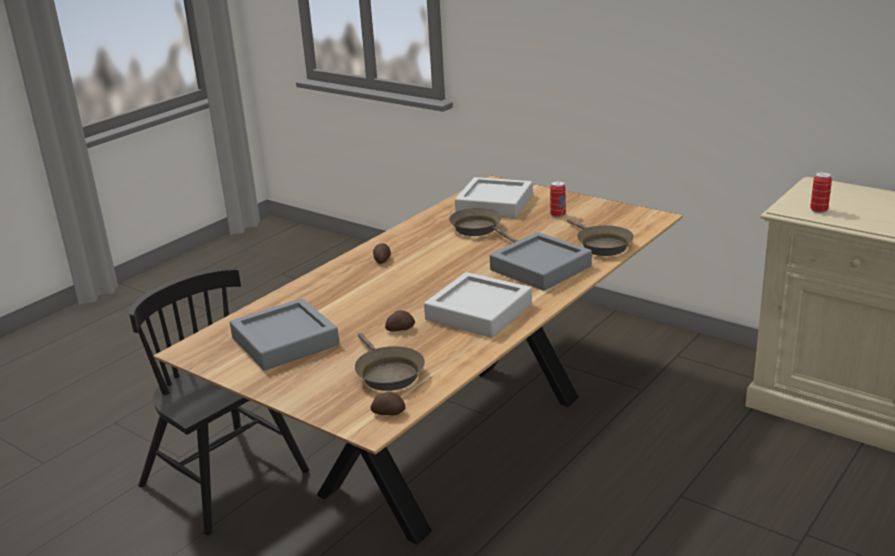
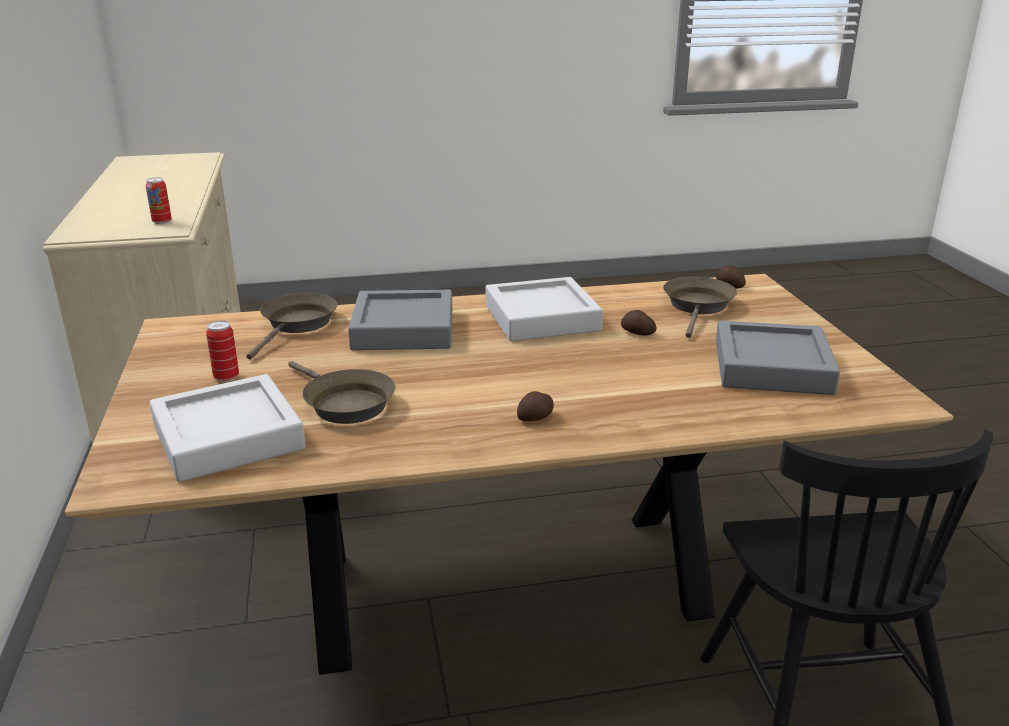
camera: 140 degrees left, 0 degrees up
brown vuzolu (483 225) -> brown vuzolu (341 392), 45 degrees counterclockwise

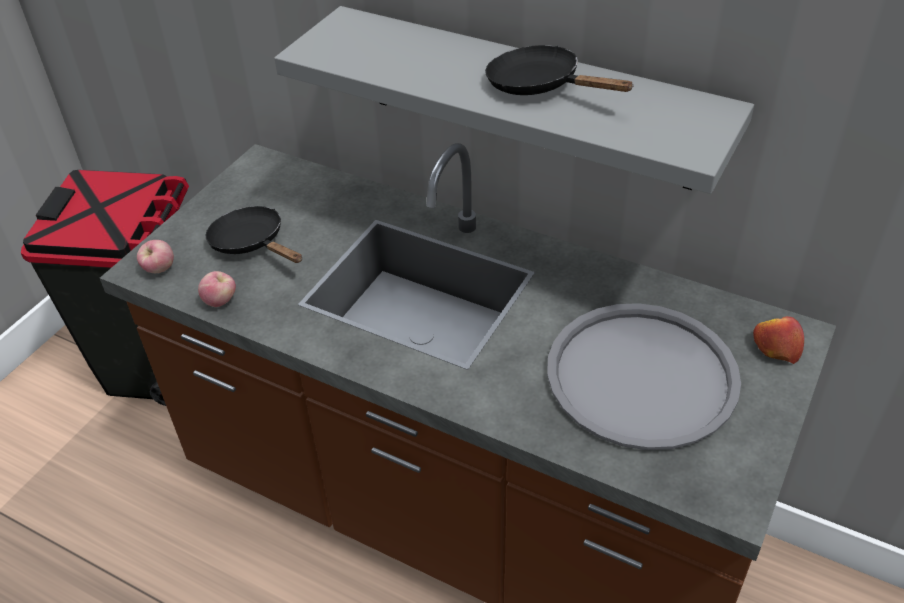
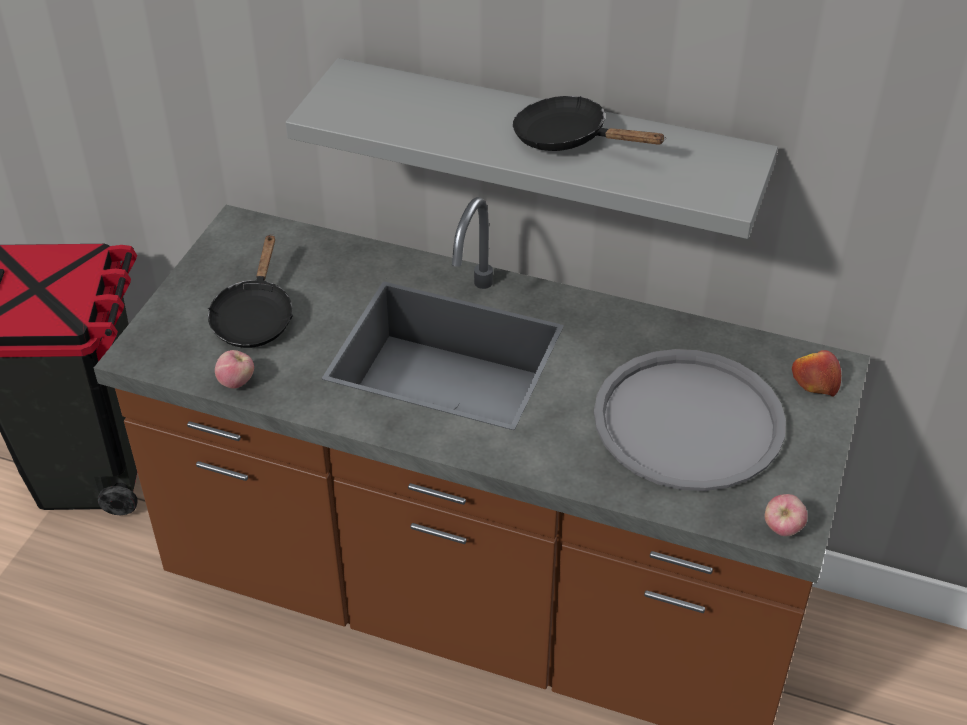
camera: 10 degrees left, 0 degrees up
black vuzolu (253 234) -> black vuzolu (250 291), 120 degrees counterclockwise
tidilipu (155 256) -> tidilipu (786 515), relocated

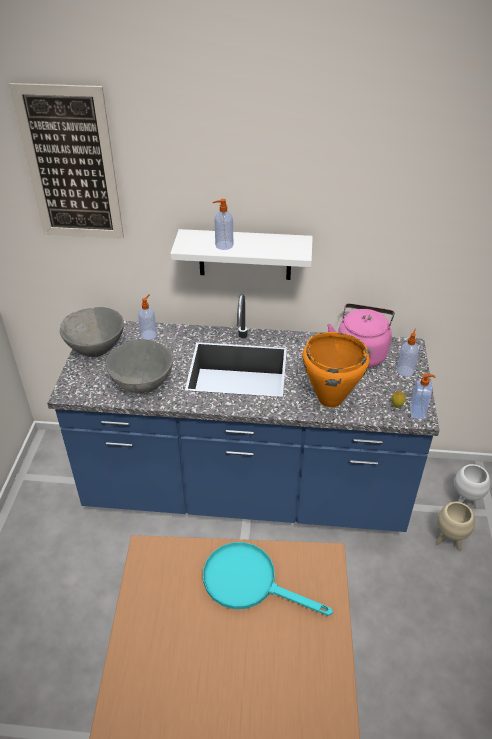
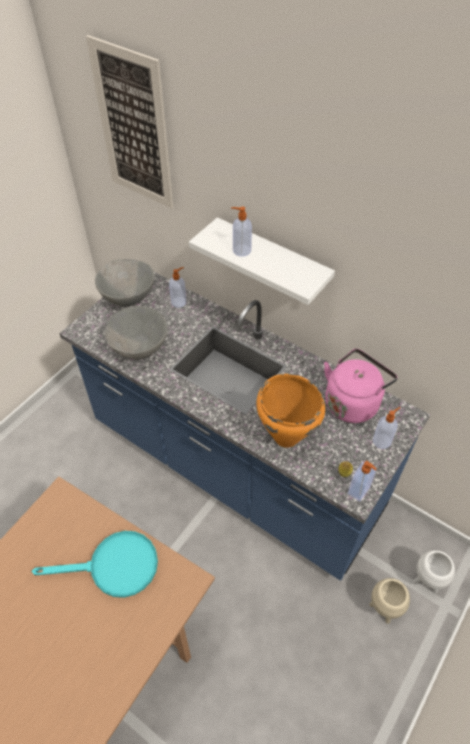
camera: 30 degrees right, 10 degrees up
turquoise vuzolu (268 579) -> turquoise vuzolu (95 564), 120 degrees clockwise

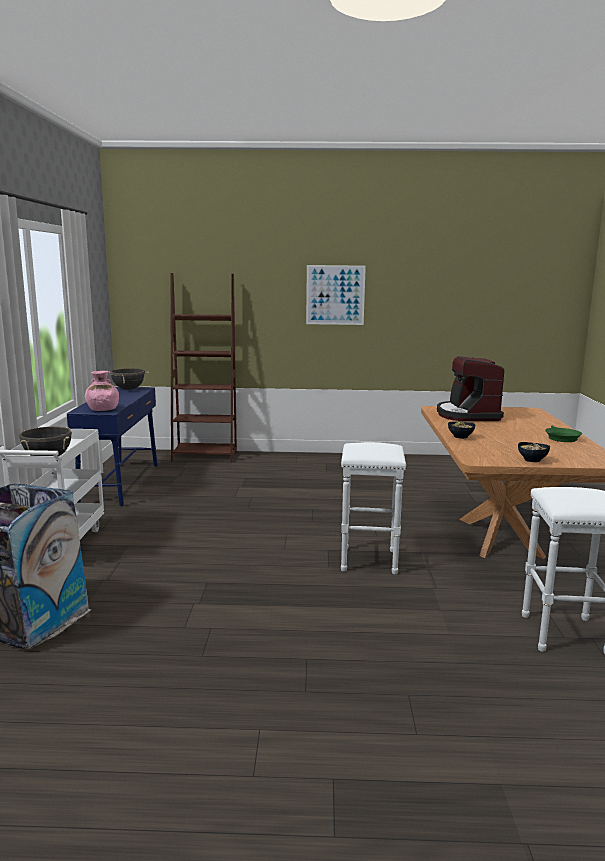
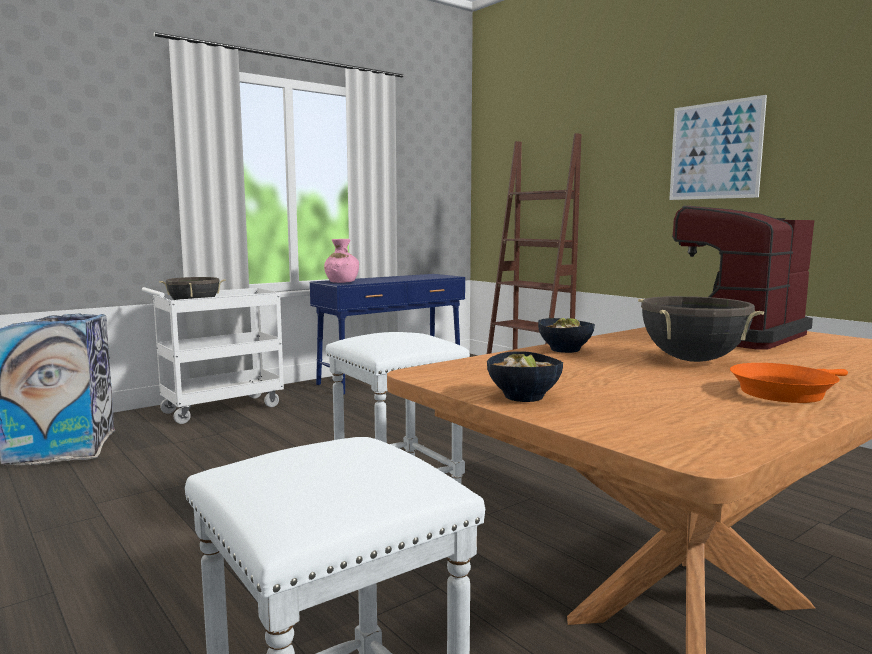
camera: 50 degrees right, 5 degrees down
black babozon (129 379) -> black babozon (701 329), relocated
green vuzolu (563 433) -> orange vuzolu (789 383)

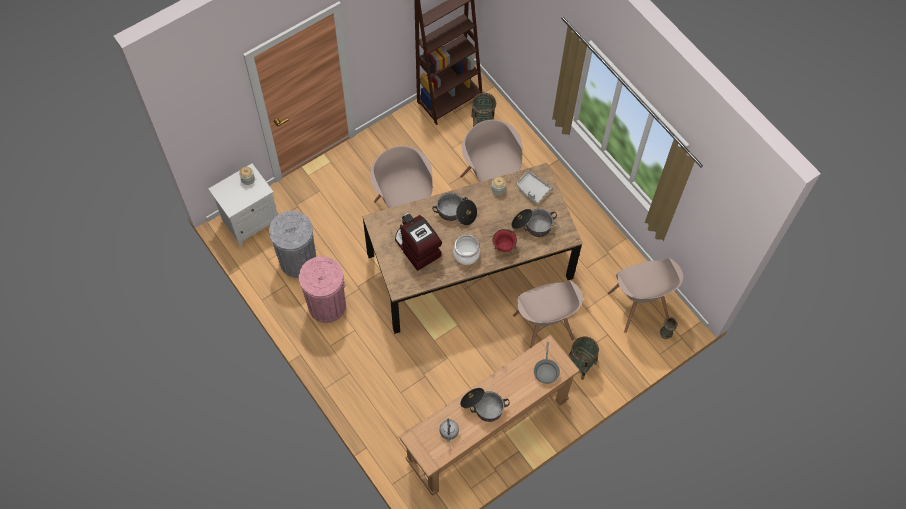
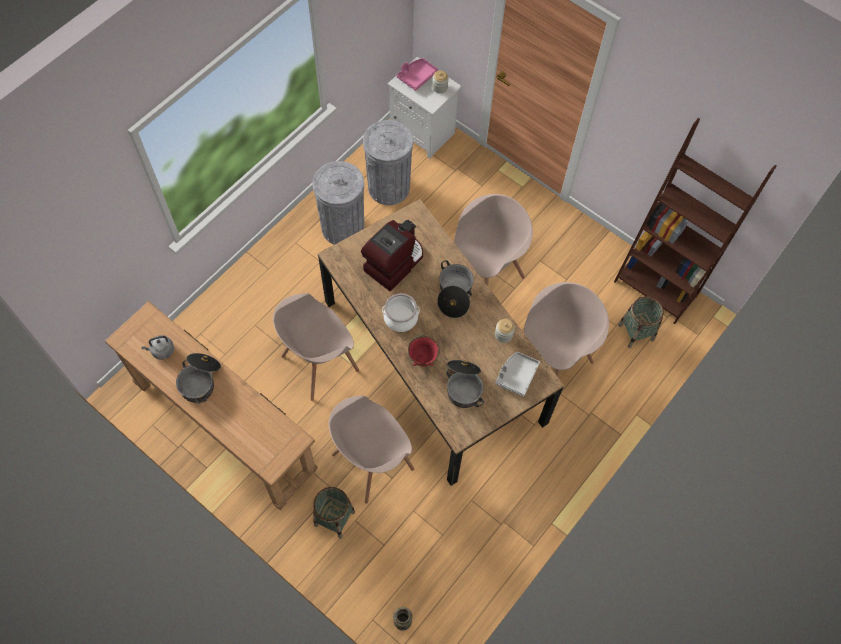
camera: 75 degrees right, 0 degrees up
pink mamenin (322 289) -> grey mamenin (338 203)
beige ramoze (645 295) -> beige ramoze (316 347), relocated
grey vuzolu (547 363) -> none
none -> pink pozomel (417 74)

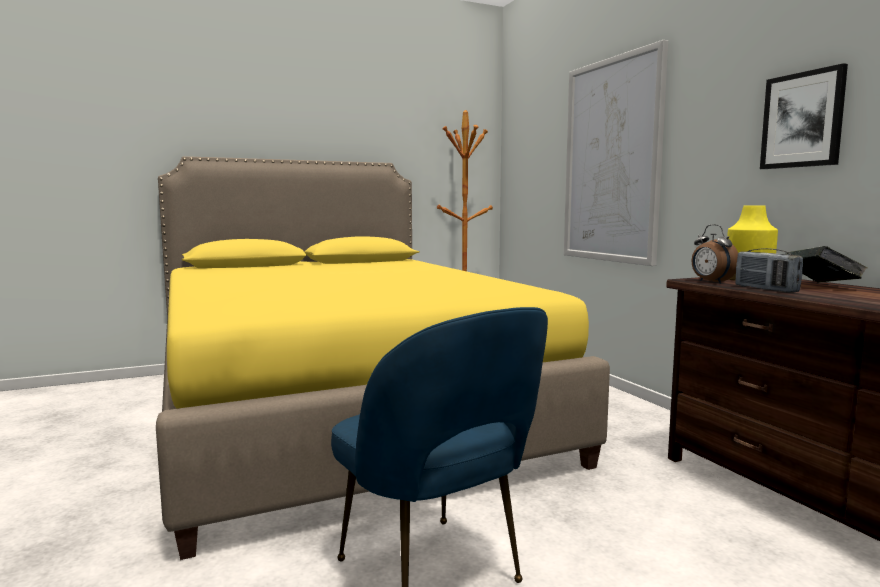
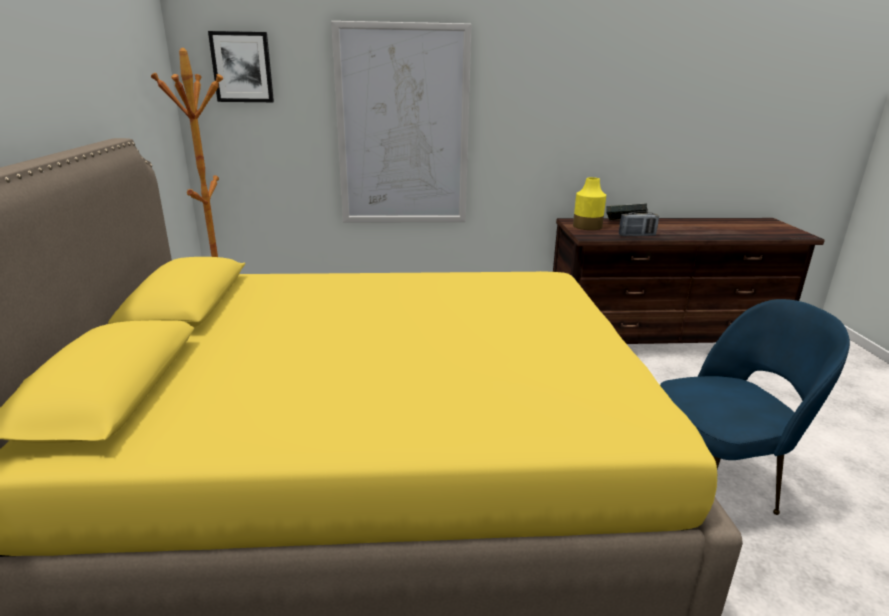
camera: 70 degrees left, 15 degrees up
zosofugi (804 116) -> zosofugi (241 66), relocated
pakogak (715 254) -> none

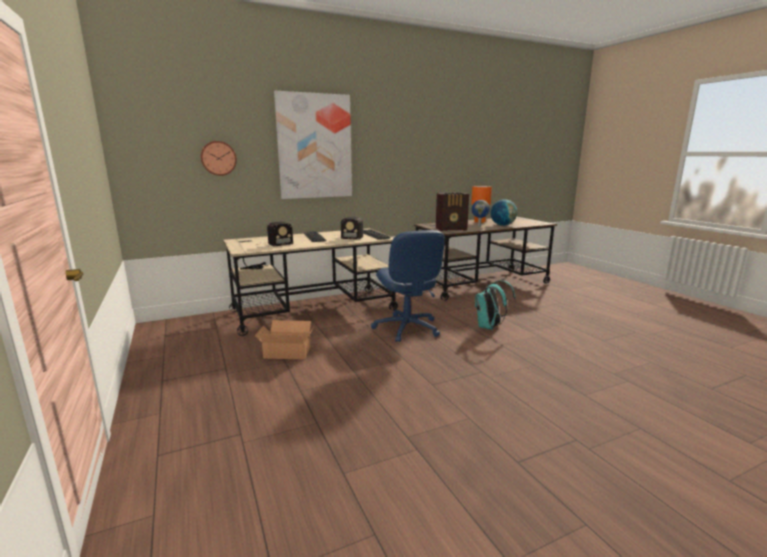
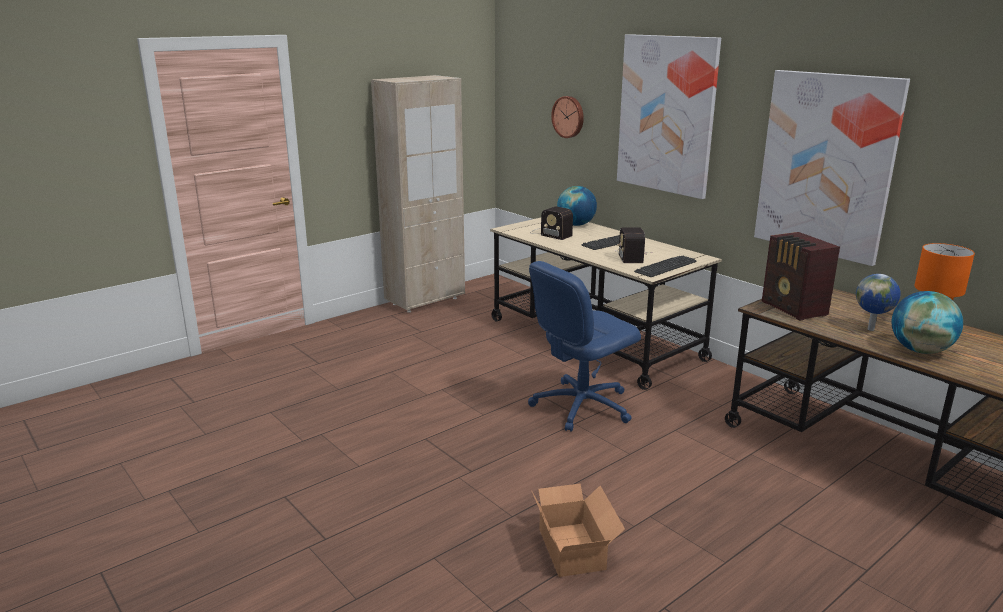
camera: 75 degrees right, 5 degrees up
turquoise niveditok (495 305) -> none
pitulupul (284 339) -> pitulupul (578 530), relocated
none -> zosofugi (832 168)
none -> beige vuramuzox (418 194)
none -> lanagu (577 206)

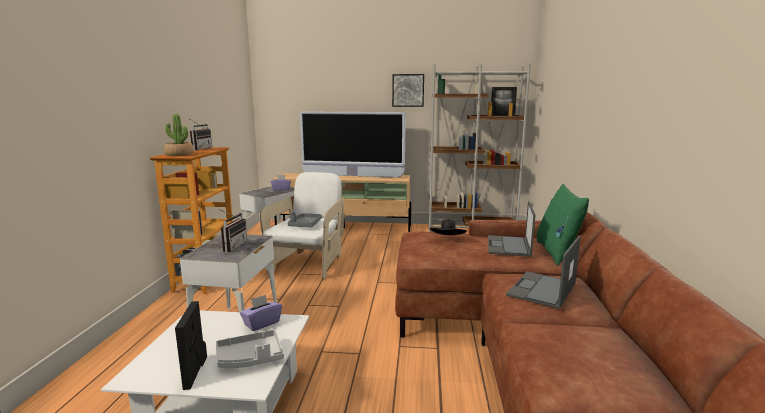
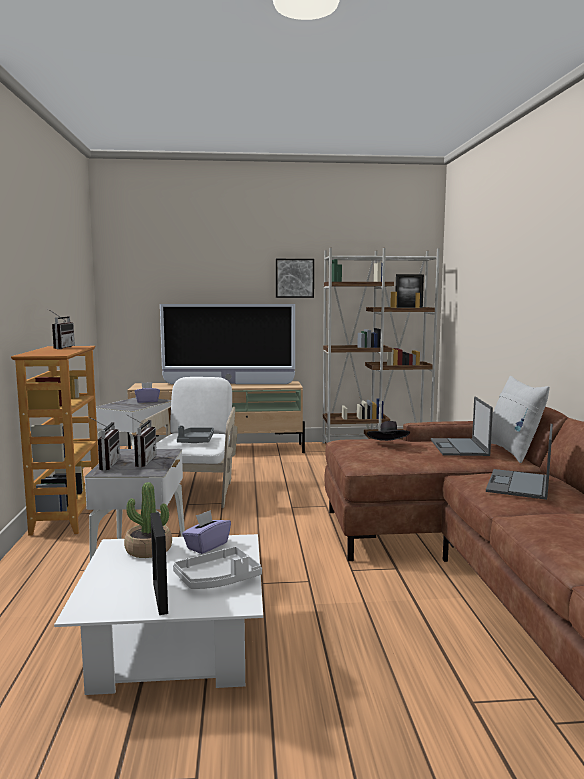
camera: 10 degrees left, 5 degrees down
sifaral (179 135) -> sifaral (148 520), relocated
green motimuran (563 225) -> grey motimuran (520 419)
none -> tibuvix (104 444)

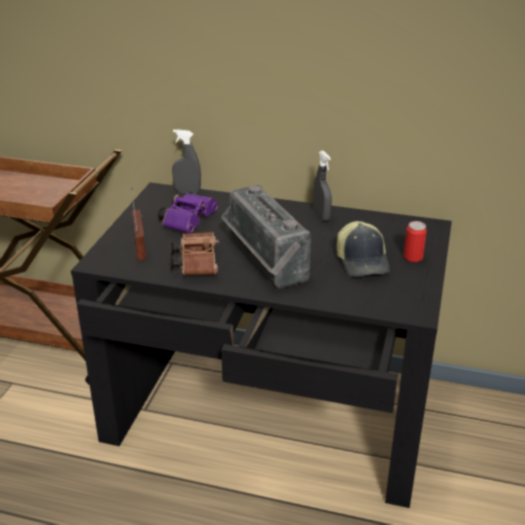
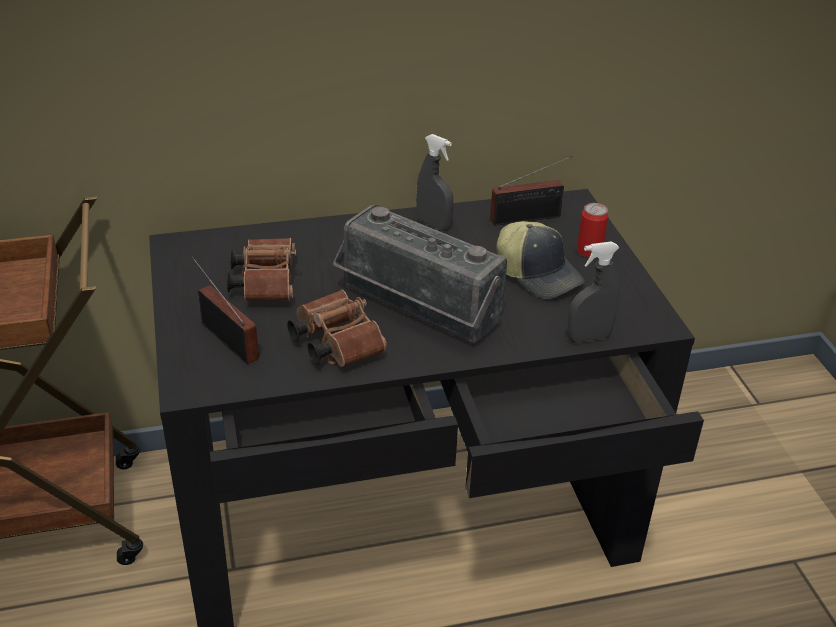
camera: 30 degrees left, 5 degrees up
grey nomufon (186 161) -> grey nomufon (593 292), relocated
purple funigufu (188 213) -> brown funigufu (261 269)
none -> tibuvix (531 191)

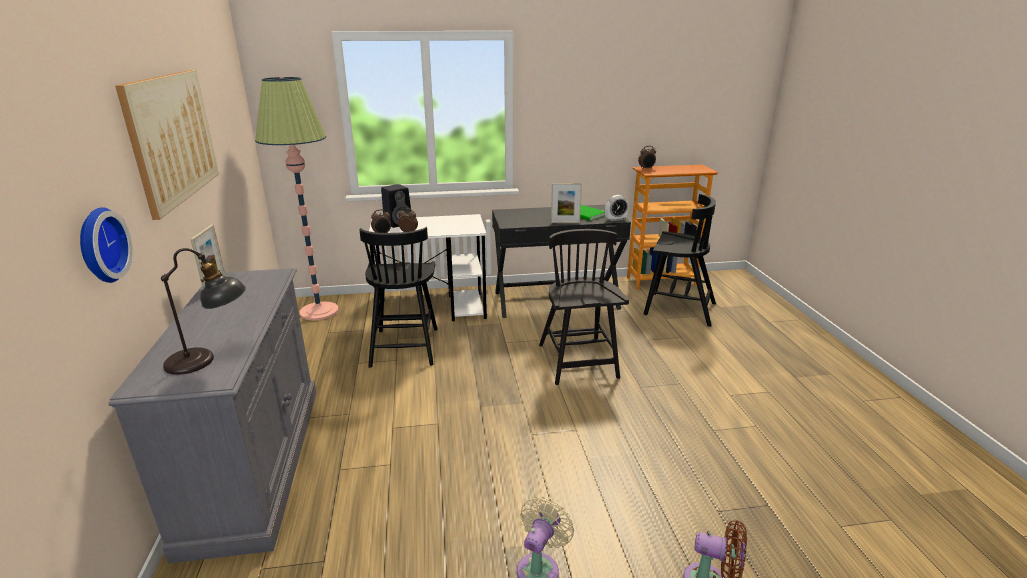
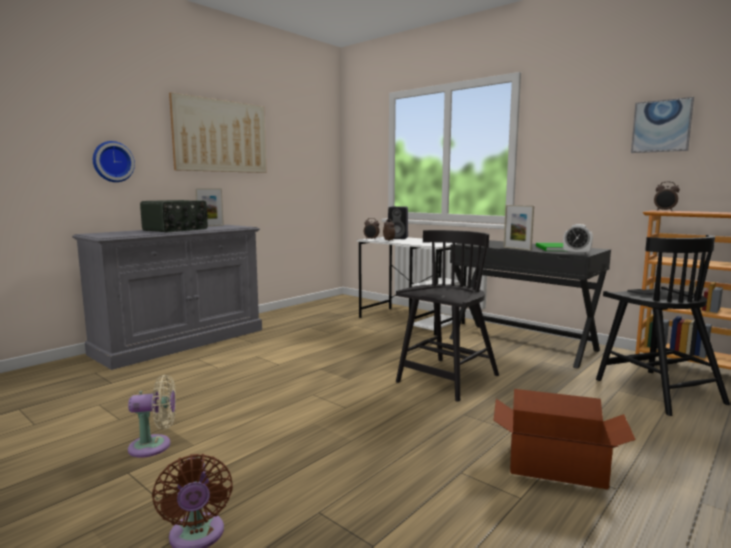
camera: 50 degrees right, 15 degrees down
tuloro (296 199) -> none
black ramoze (398 297) -> none
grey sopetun (203 311) -> none
none -> zosofugi (662 125)
none -> tibuvix (174 216)
none -> pitulupul (565 439)

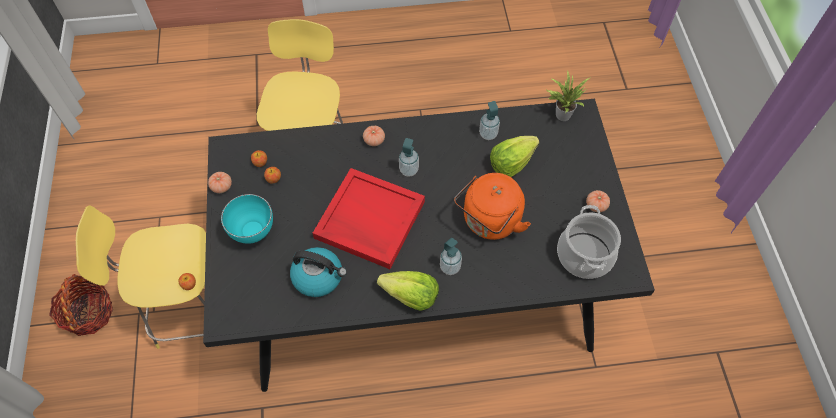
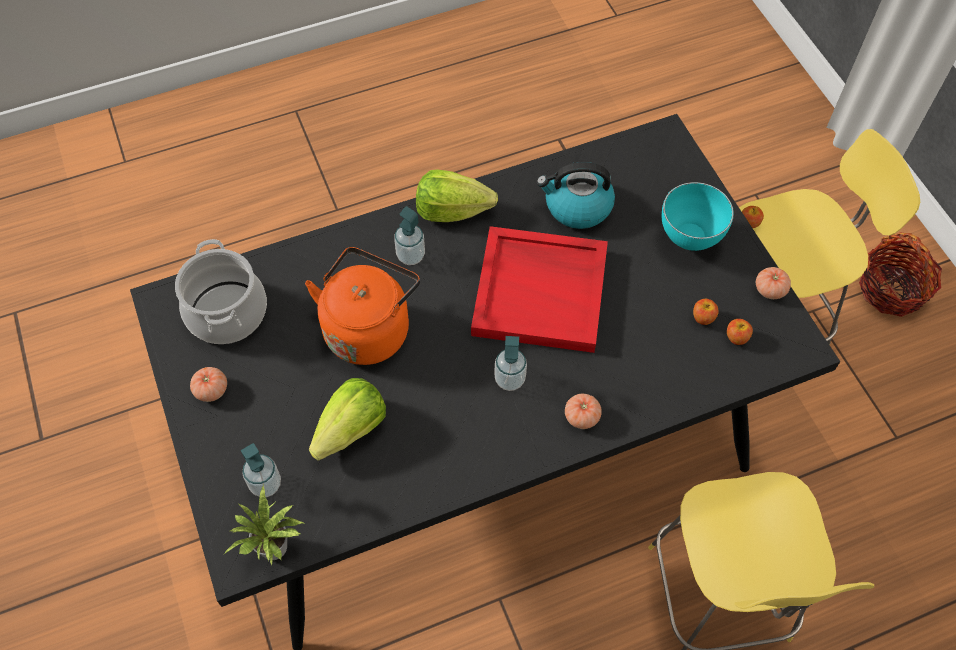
camera: 165 degrees right, 0 degrees up
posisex (489 120) -> posisex (261 470), relocated

